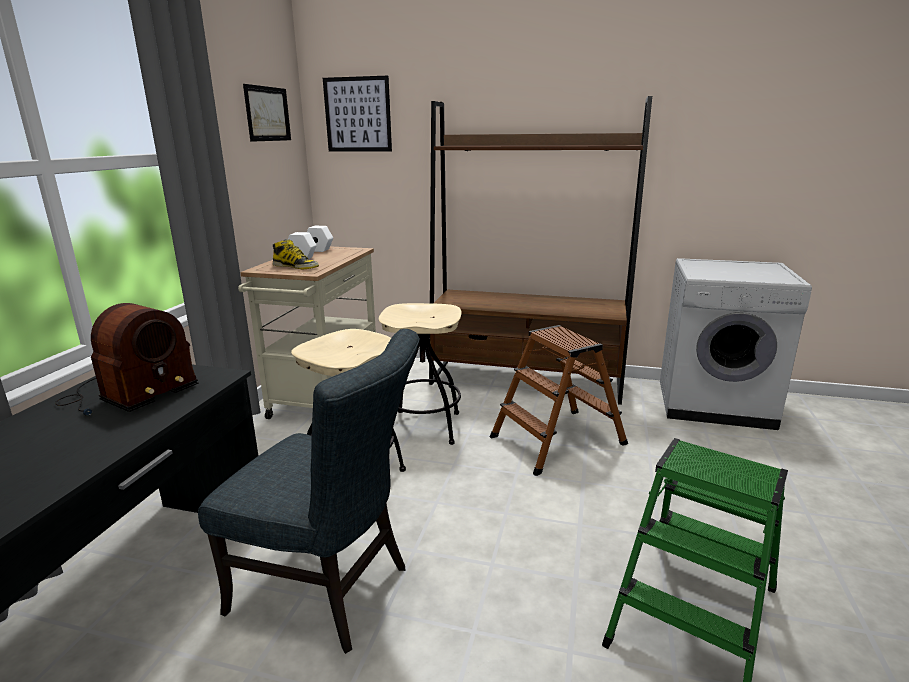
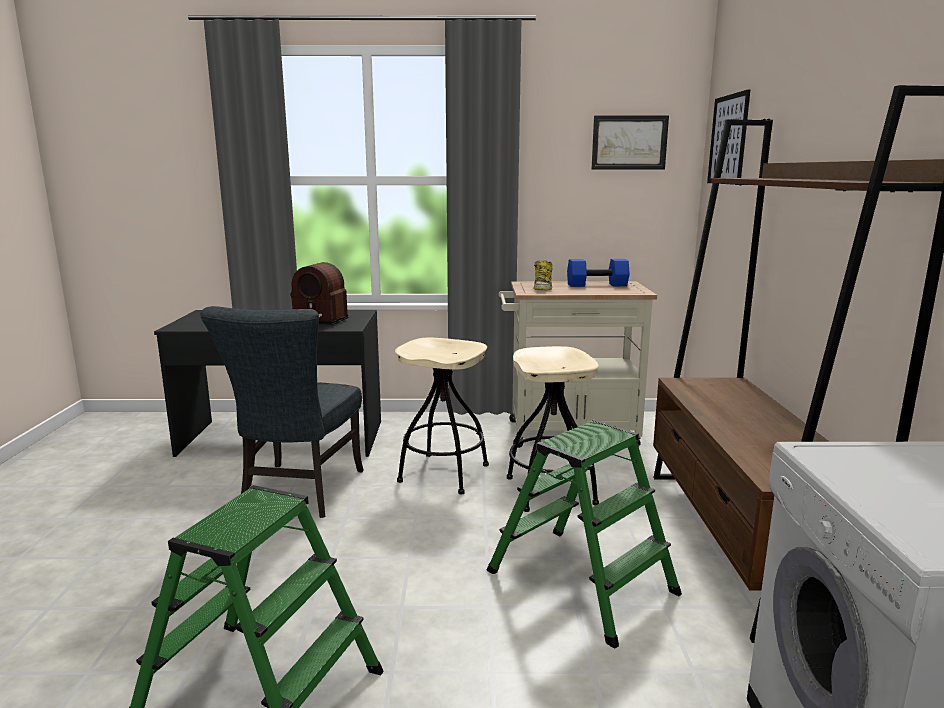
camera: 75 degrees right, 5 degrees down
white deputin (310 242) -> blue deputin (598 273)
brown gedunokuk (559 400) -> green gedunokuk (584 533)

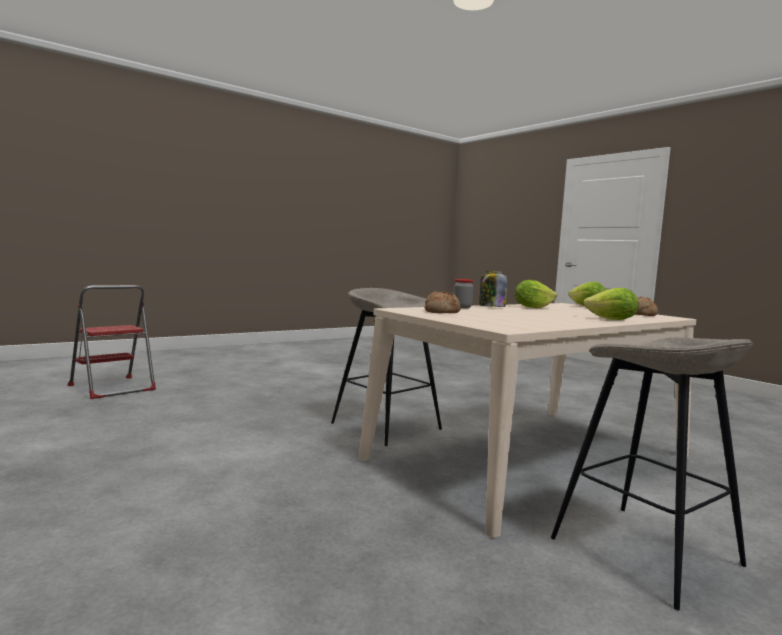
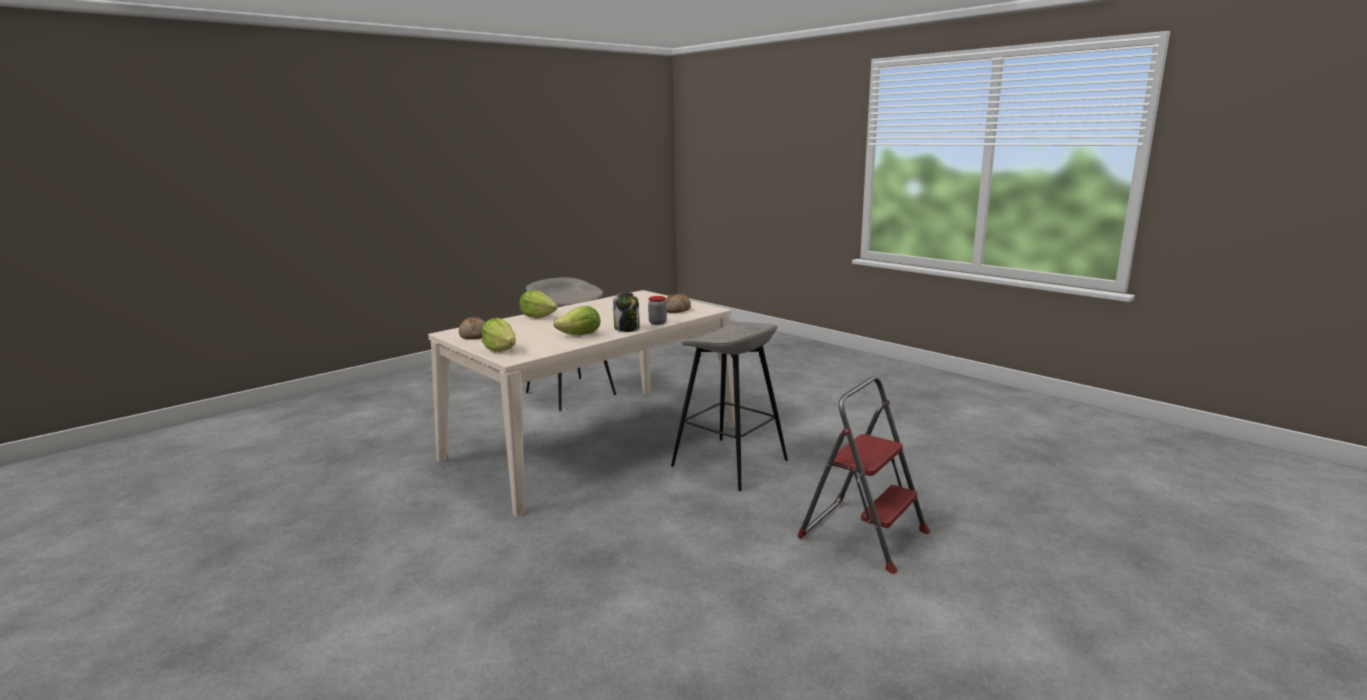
camera: 175 degrees right, 10 degrees up
red gedunokuk (112 342) -> red gedunokuk (864 475), relocated

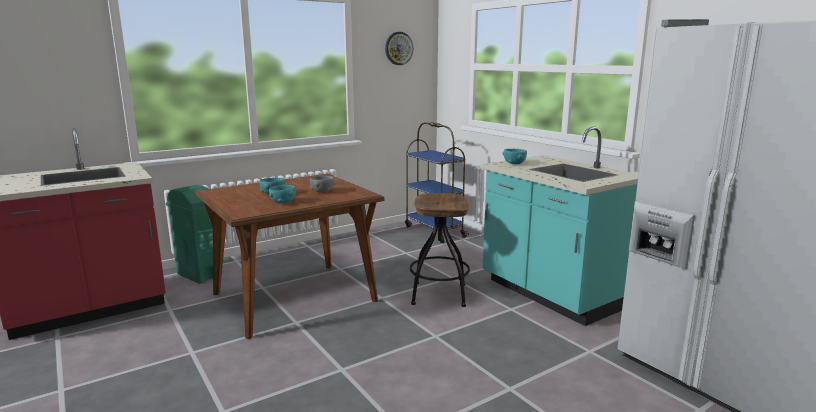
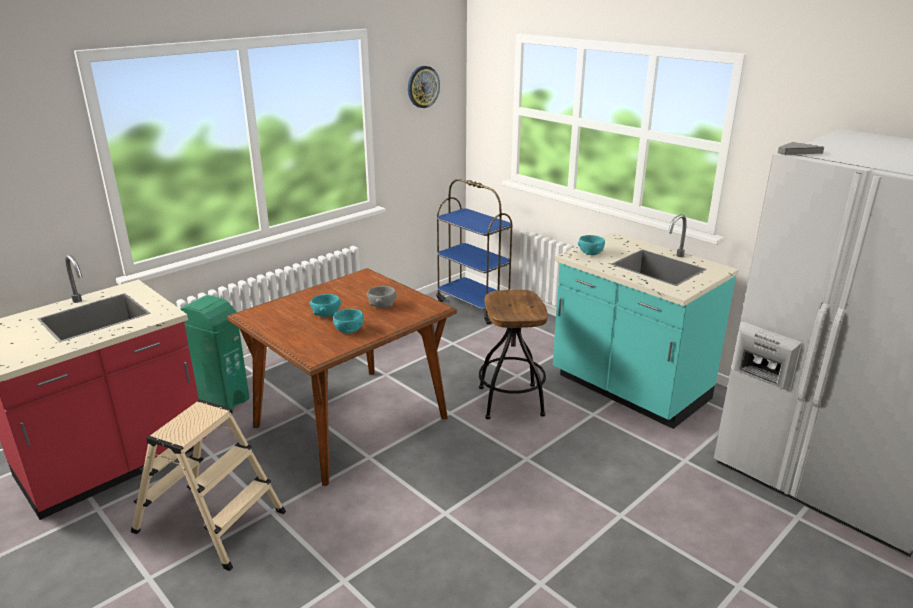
camera: 10 degrees left, 10 degrees up
none -> beige gedunokuk (208 485)

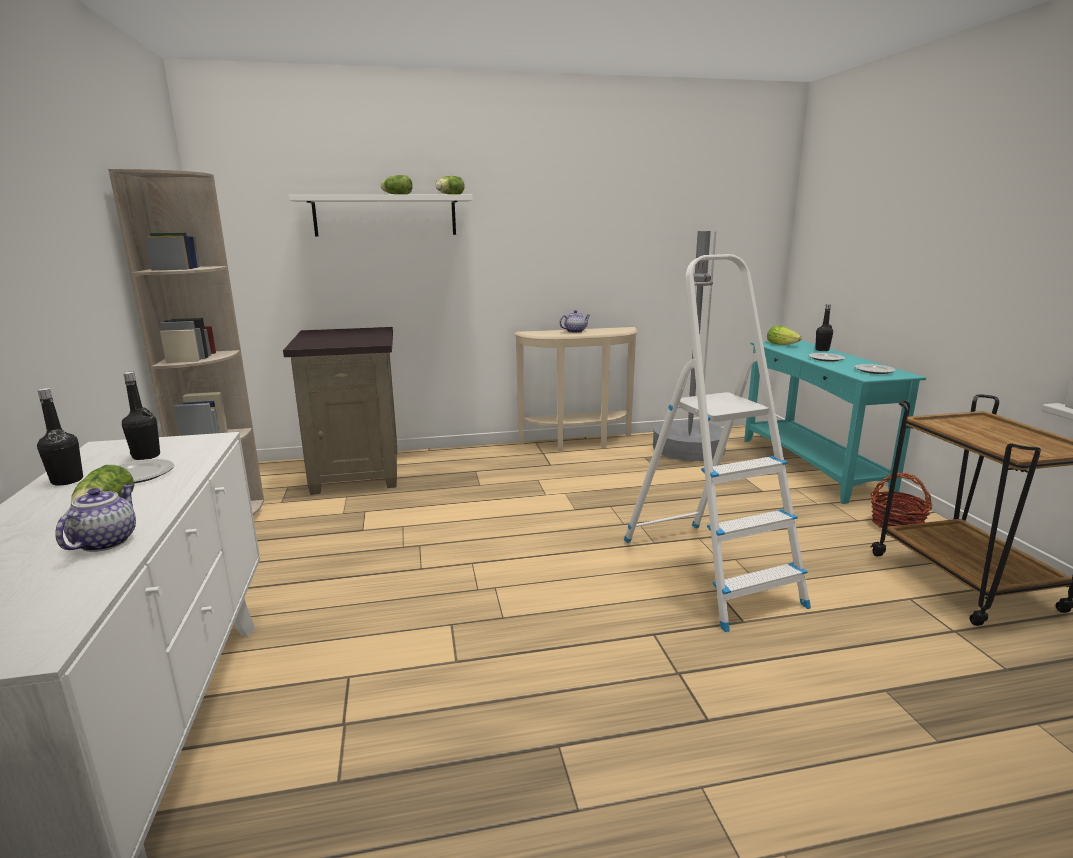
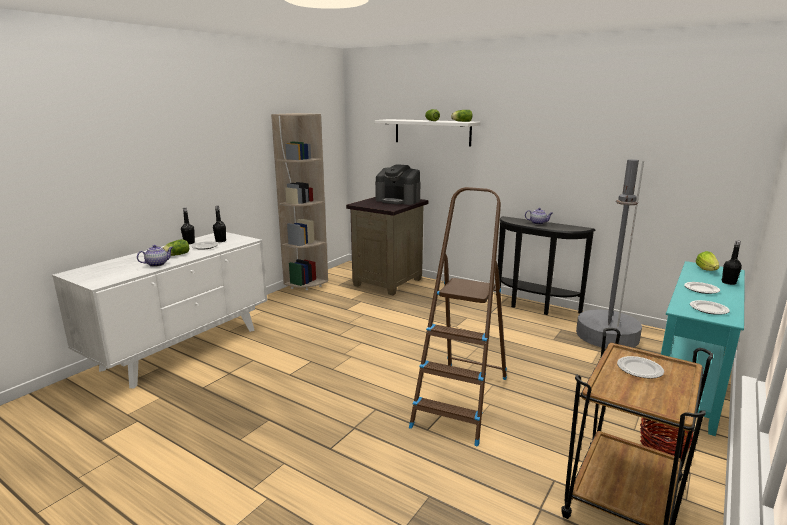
camera: 45 degrees right, 0 degrees up
white gedunokuk (717 443) -> brown gedunokuk (458 316)
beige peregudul (576 389) -> black peregudul (547 265)
none -> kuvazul (397 184)
none -> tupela (640 367)

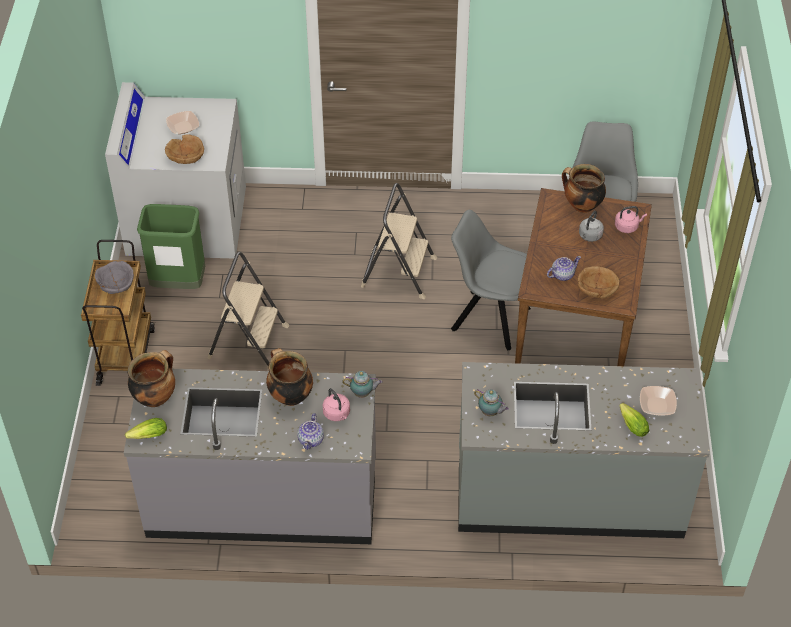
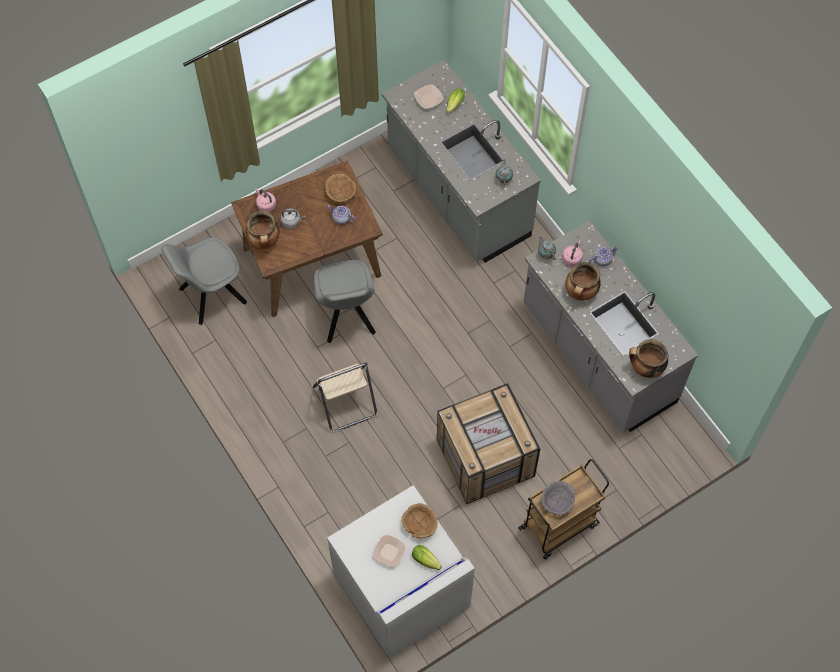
camera: 125 degrees left, 15 degrees up
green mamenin (171 246) -> none
beige gedunokuk (248 311) -> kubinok (488 443)
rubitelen (146 428) -> rubitelen (427 557), relocated

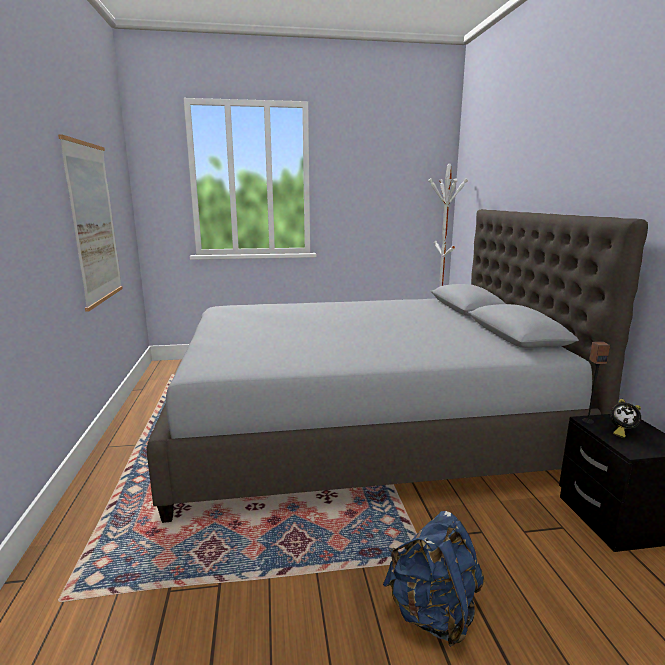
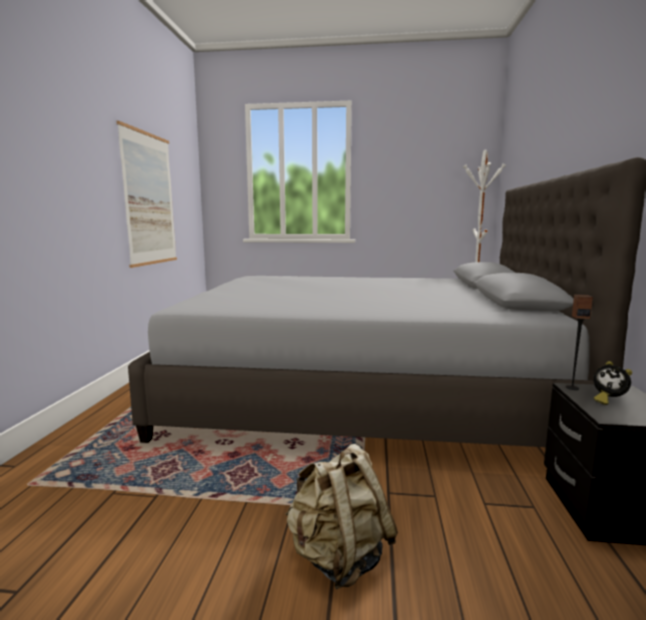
camera: 15 degrees right, 5 degrees down
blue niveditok (434 579) -> beige niveditok (341 516)

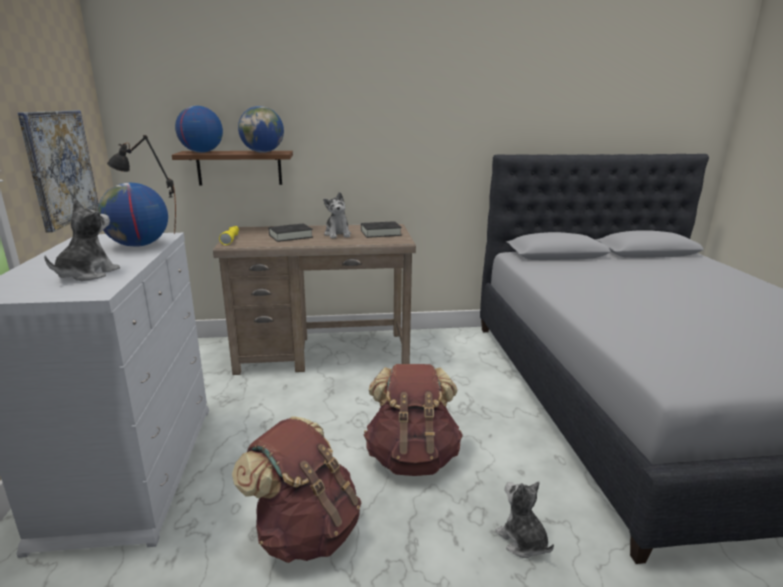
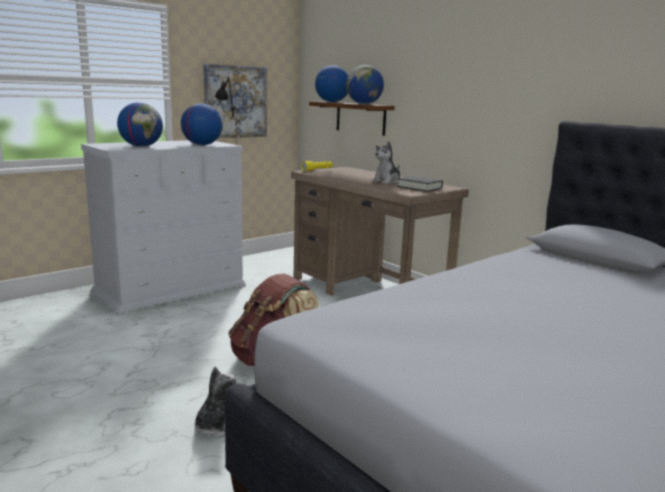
camera: 55 degrees right, 5 degrees down
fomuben (82 240) -> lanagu (140 124)
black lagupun (290 232) -> none
brown niveditok (297 490) -> none

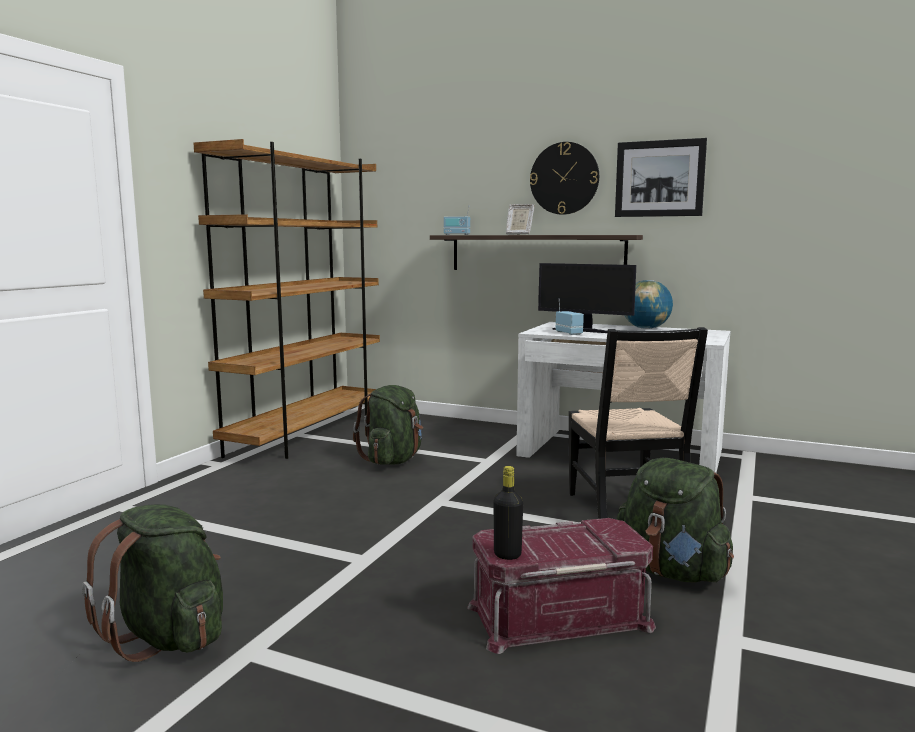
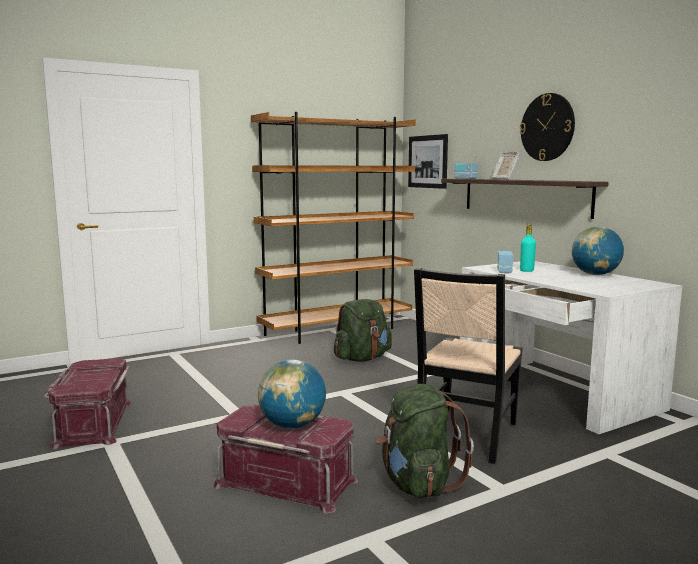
camera: 35 degrees right, 0 degrees up
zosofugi (661 177) -> zosofugi (428 161), relocated
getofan (587 298) -> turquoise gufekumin (528 248)
black gufekumin (508 513) -> none
green niveditok (152 583) -> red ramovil (88 404)
none -> lanagu (292 394)

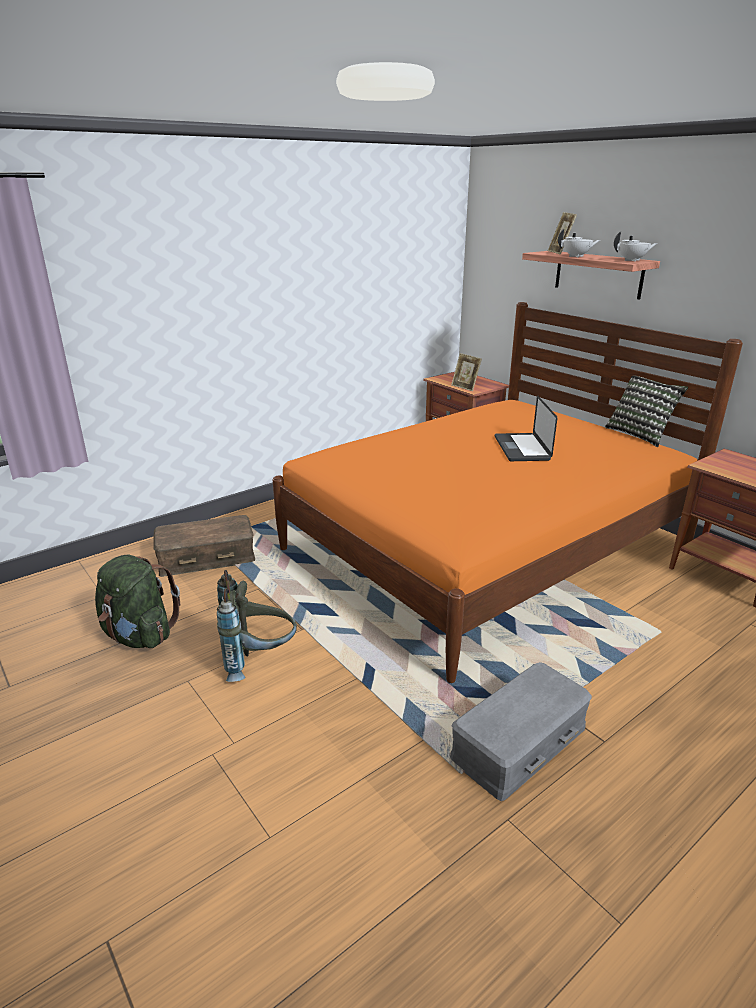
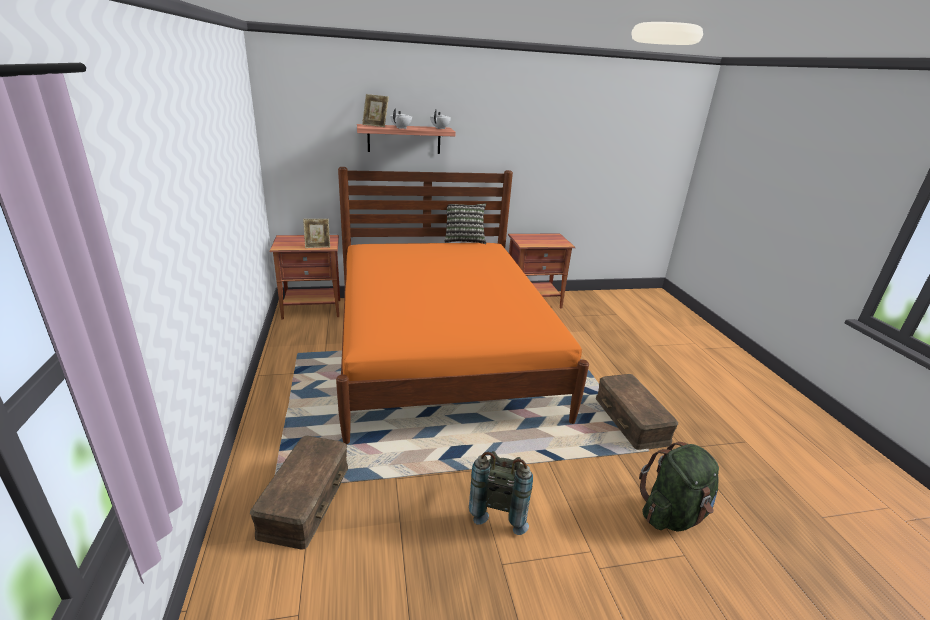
camera: 65 degrees left, 0 degrees up
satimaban (526 428) -> none
green niveditok (137 601) -> green niveditok (679 487), relocated
grey ramovil (521 731) -> brown ramovil (637 412)

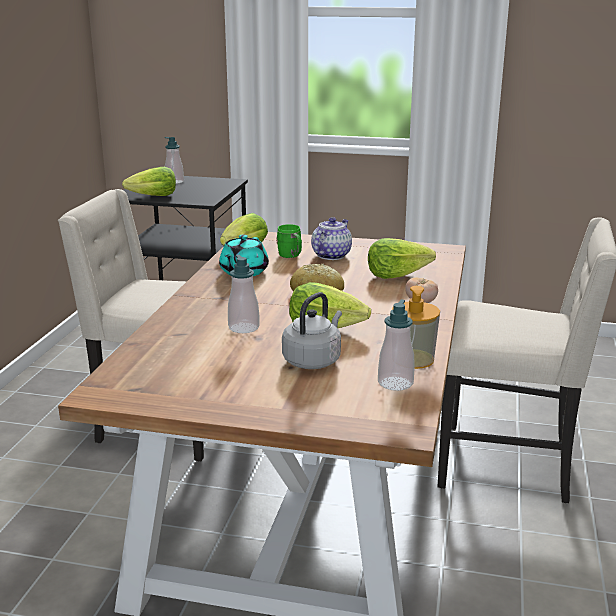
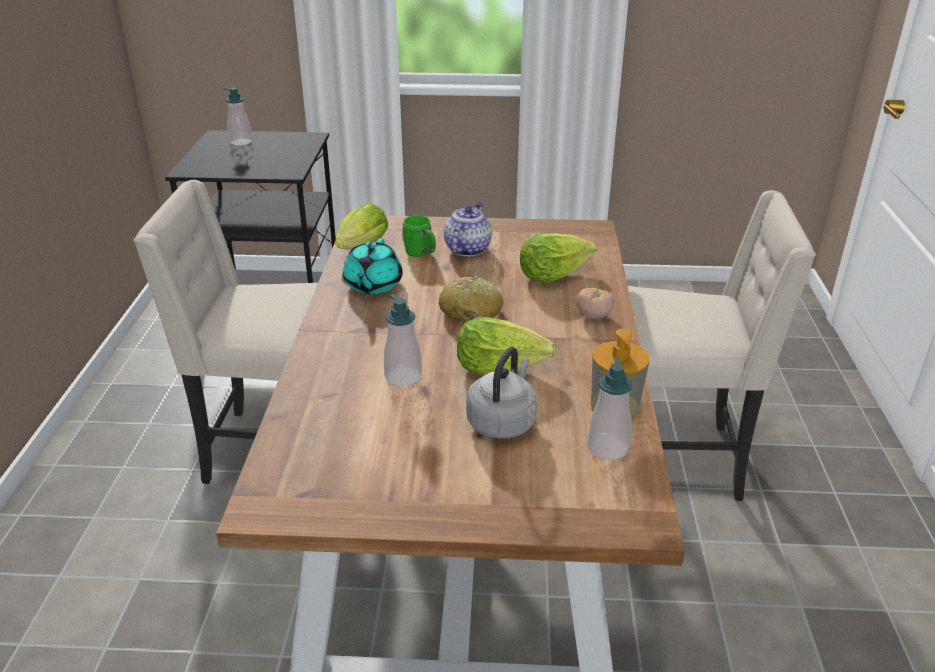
camera: 10 degrees left, 10 degrees up
rubitelen (149 181) -> none

